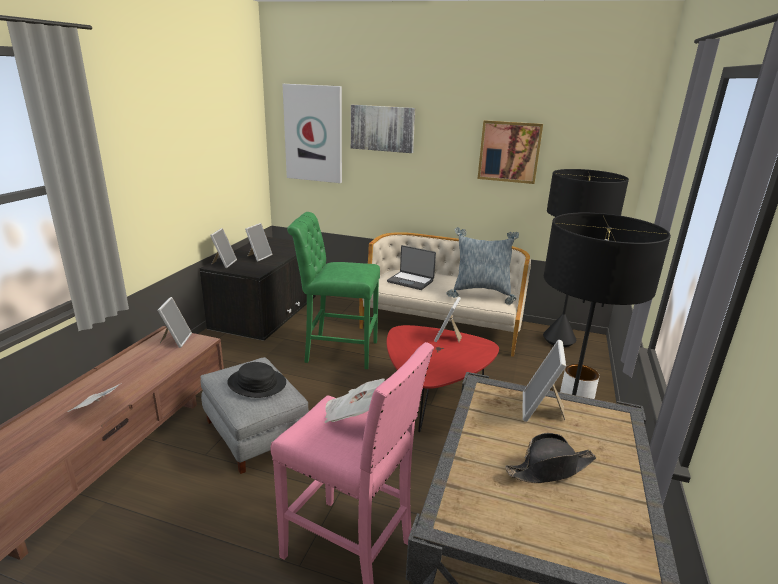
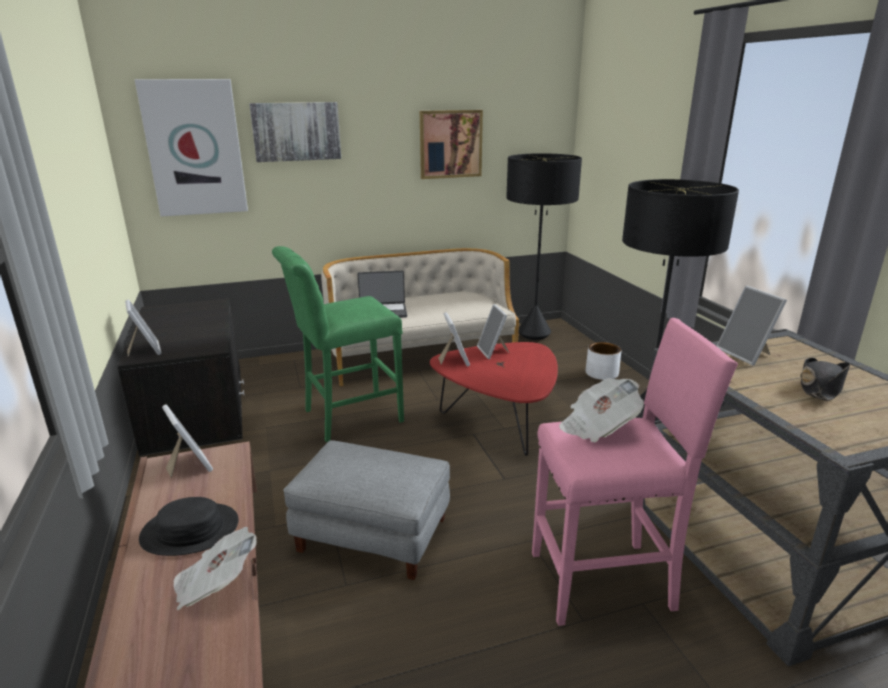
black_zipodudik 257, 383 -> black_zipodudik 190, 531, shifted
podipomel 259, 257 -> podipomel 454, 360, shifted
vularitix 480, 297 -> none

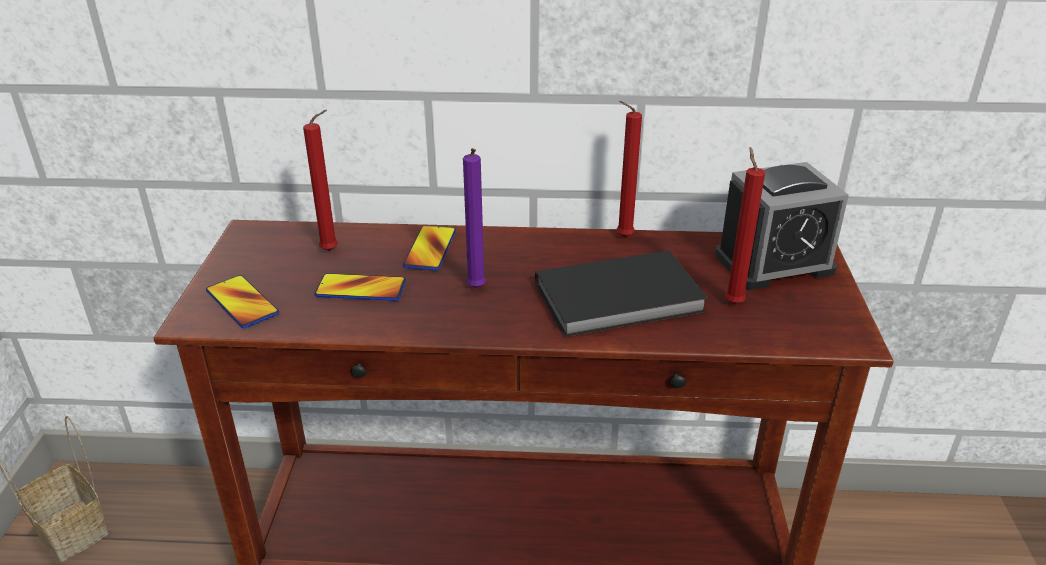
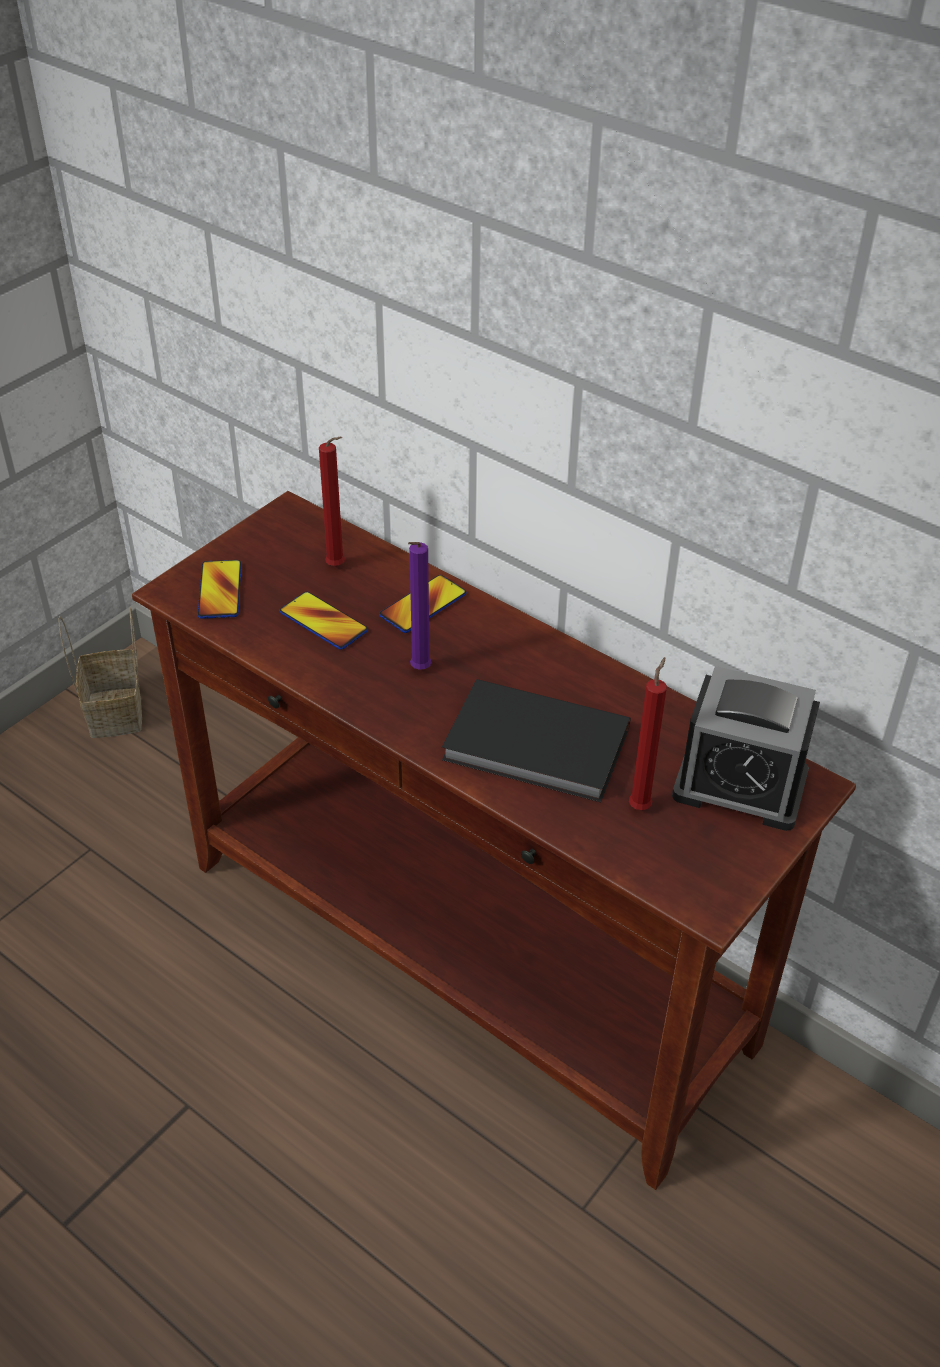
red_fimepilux 621, 237 -> none

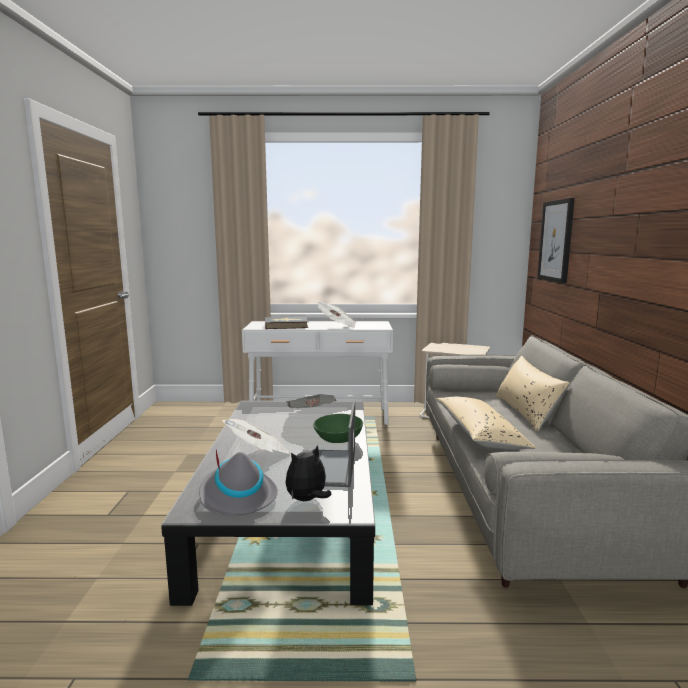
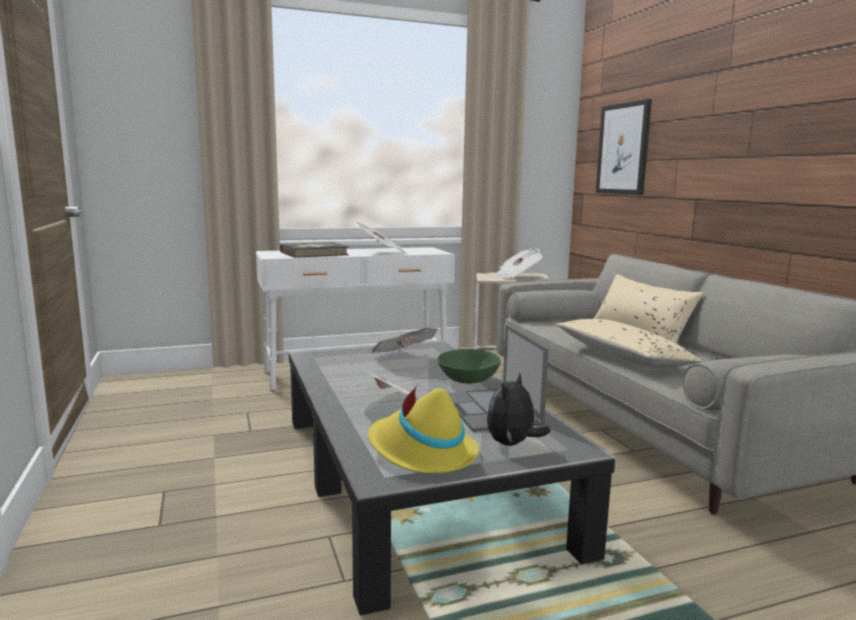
grey_zipodudik 237, 496 -> yellow_zipodudik 421, 452
none -> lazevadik 516, 276

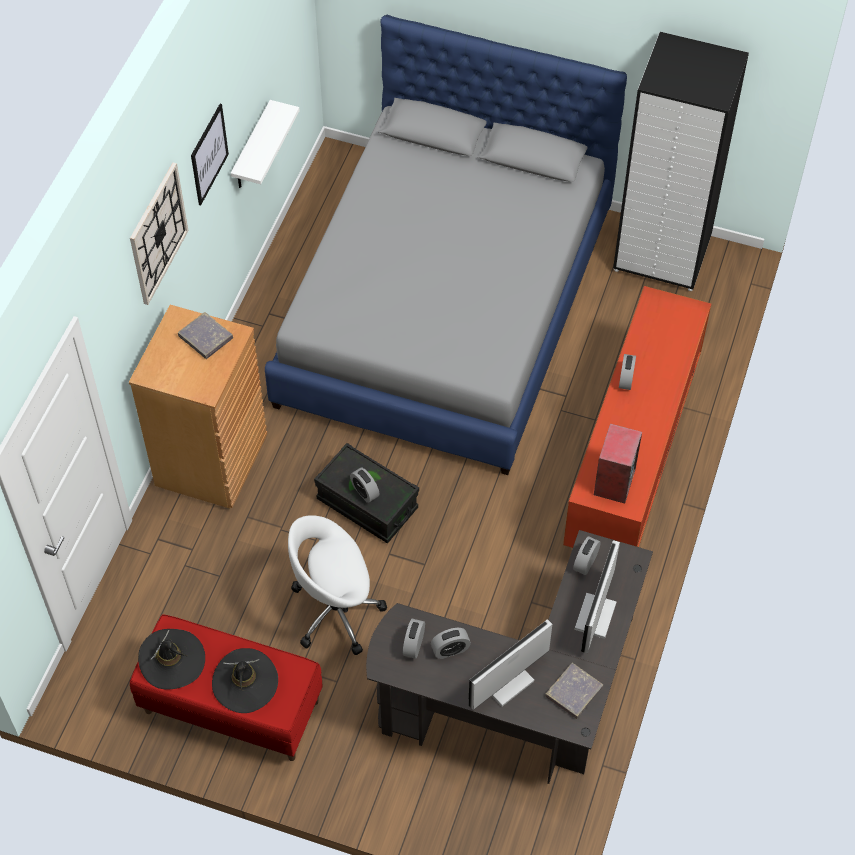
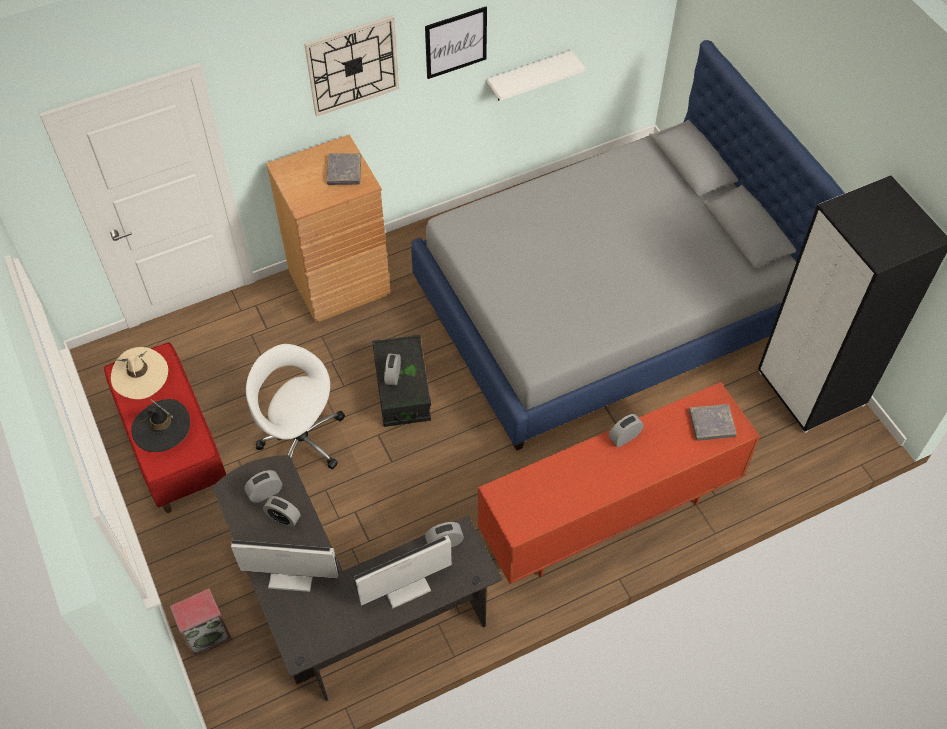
black_zipodudik 172, 660 -> beige_zipodudik 140, 375
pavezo 614, 481 -> pavezo 207, 634, shifted
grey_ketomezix 574, 692 -> grey_ketomezix 711, 424, shifted

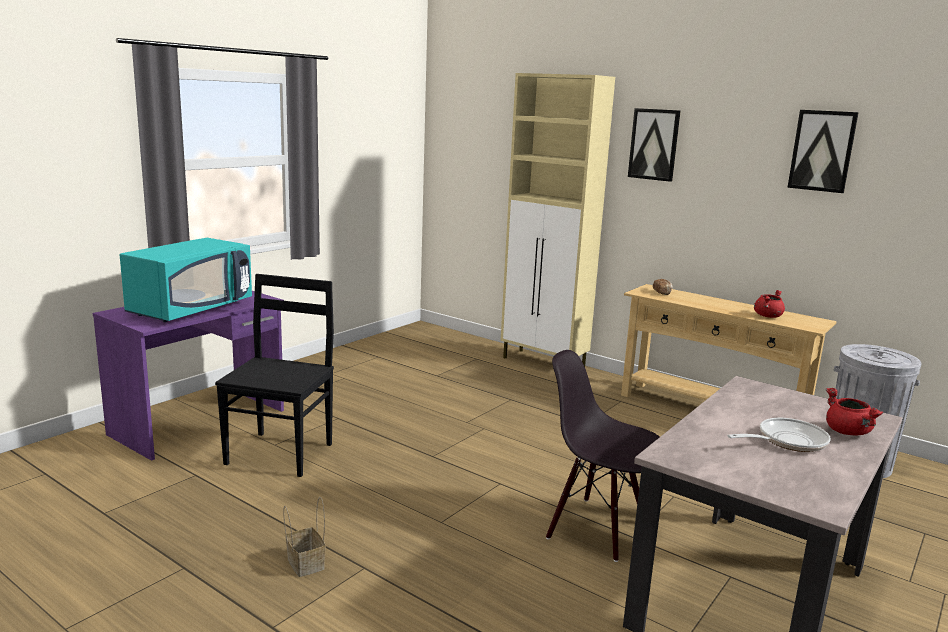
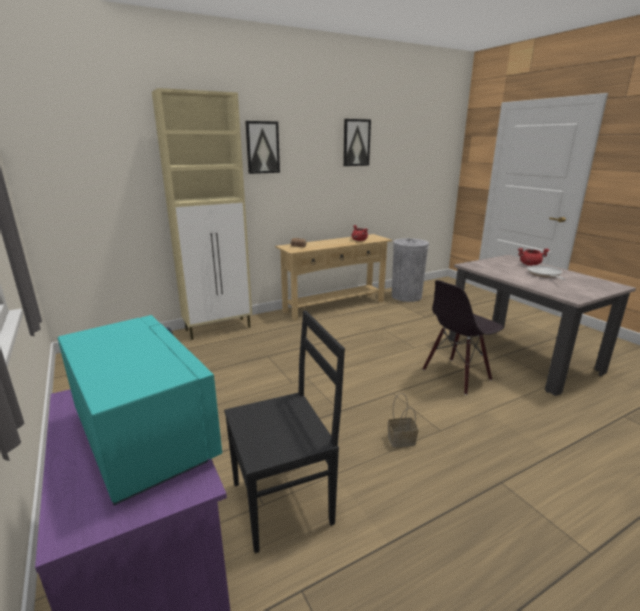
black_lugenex 281, 452 -> black_lugenex 285, 502, 120 degrees clockwise
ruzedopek 304, 563 -> ruzedopek 400, 440, shifted

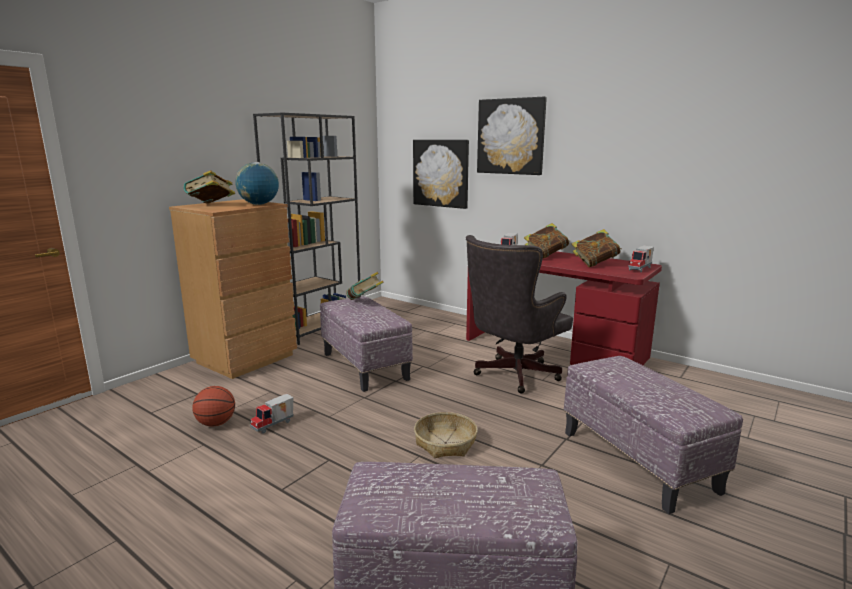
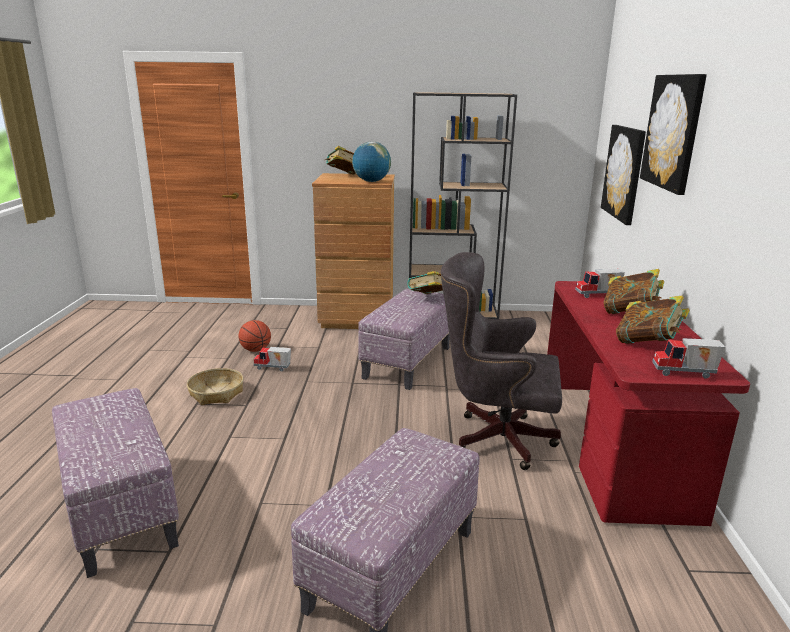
ruzedopek 445, 443 -> ruzedopek 216, 393, shifted

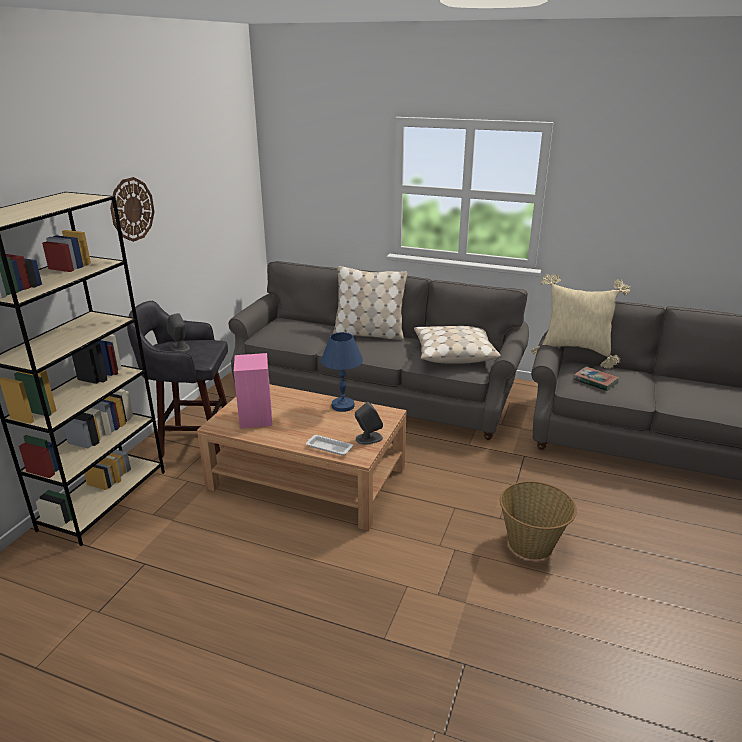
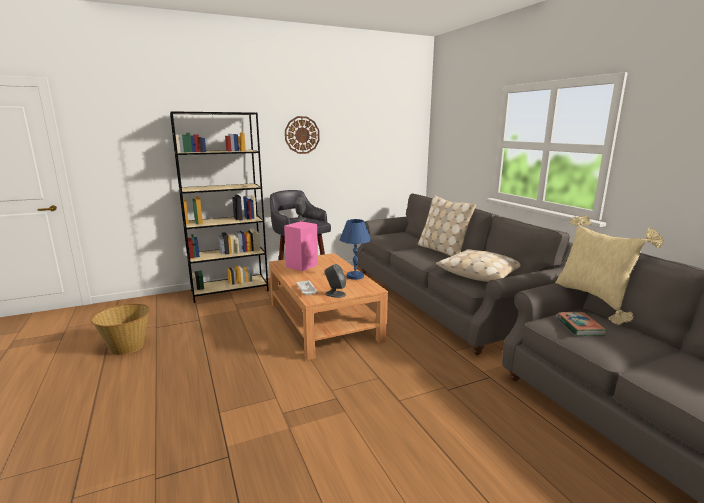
ruzedopek 531, 544 -> ruzedopek 127, 347, shifted

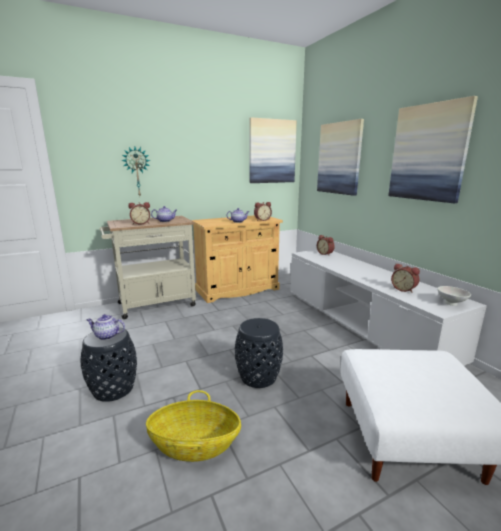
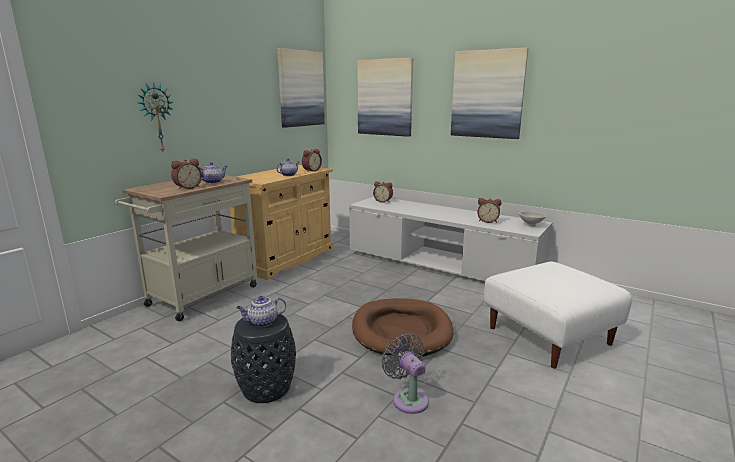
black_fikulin 258, 376 -> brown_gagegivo 401, 330
ruzedopek 195, 444 -> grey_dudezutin 408, 398

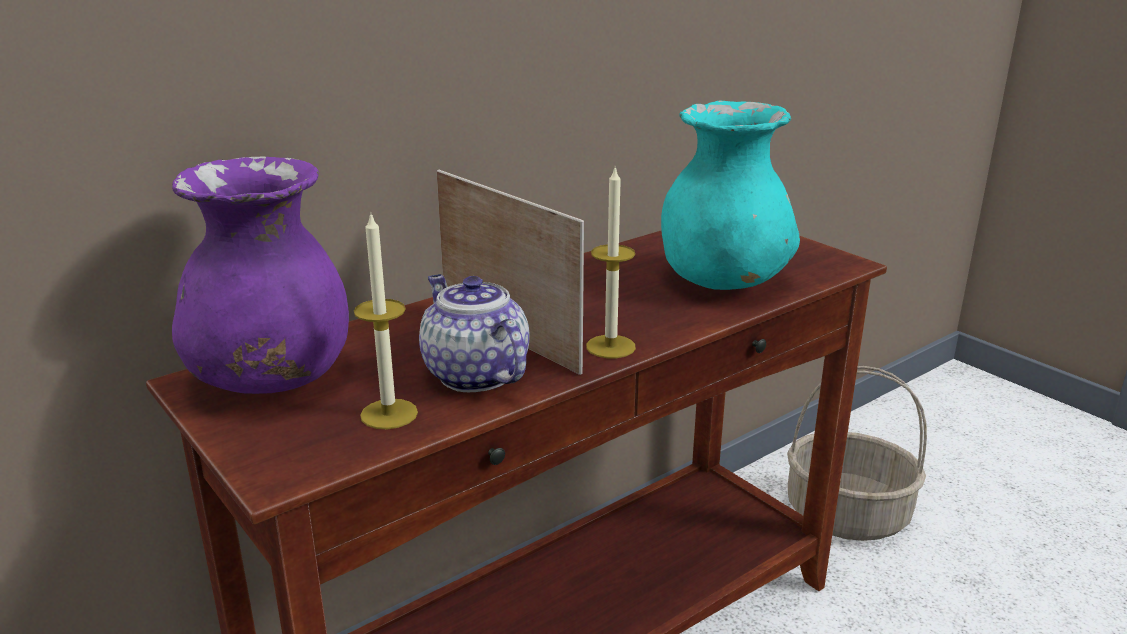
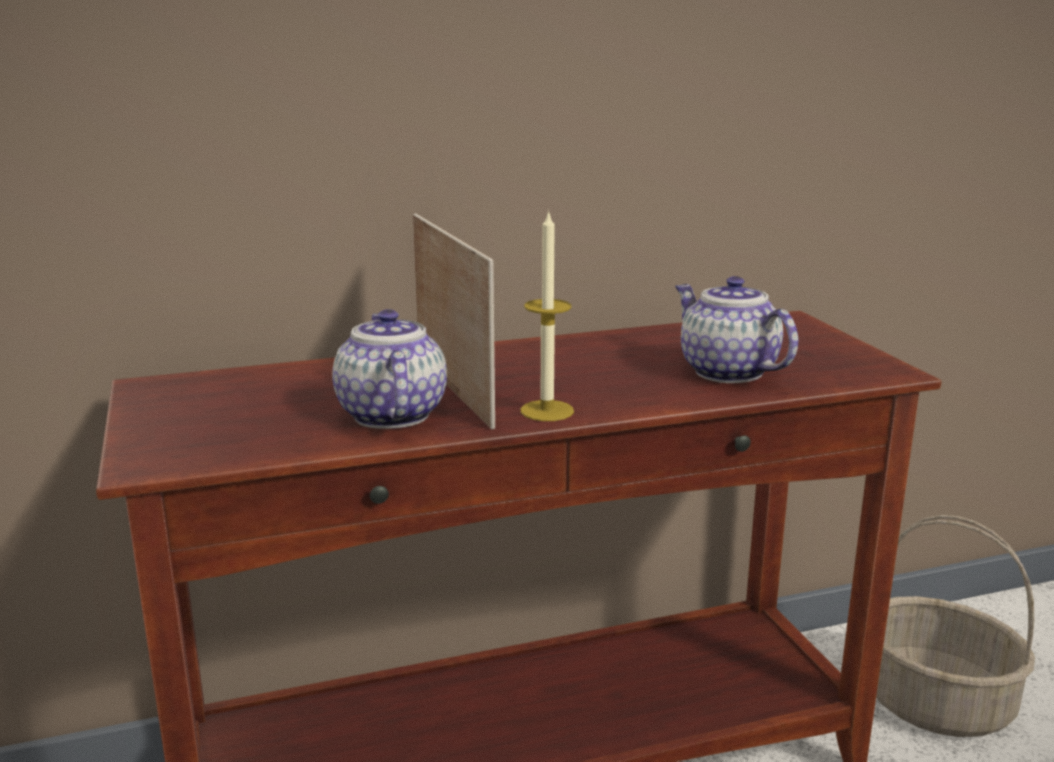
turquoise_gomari 722, 282 -> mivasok 725, 371
purple_gomari 272, 380 -> none
fimepilux 389, 414 -> none

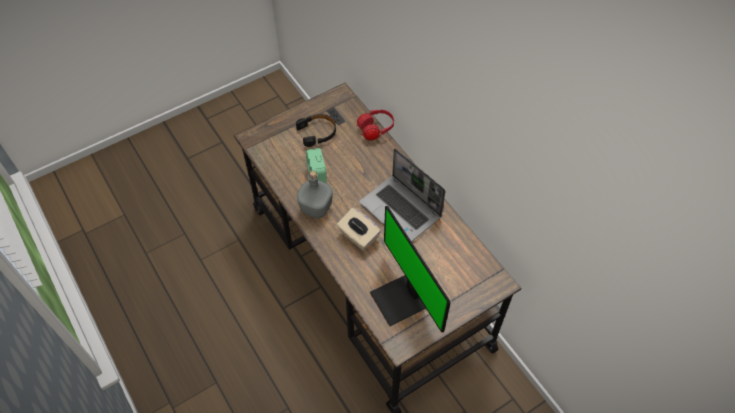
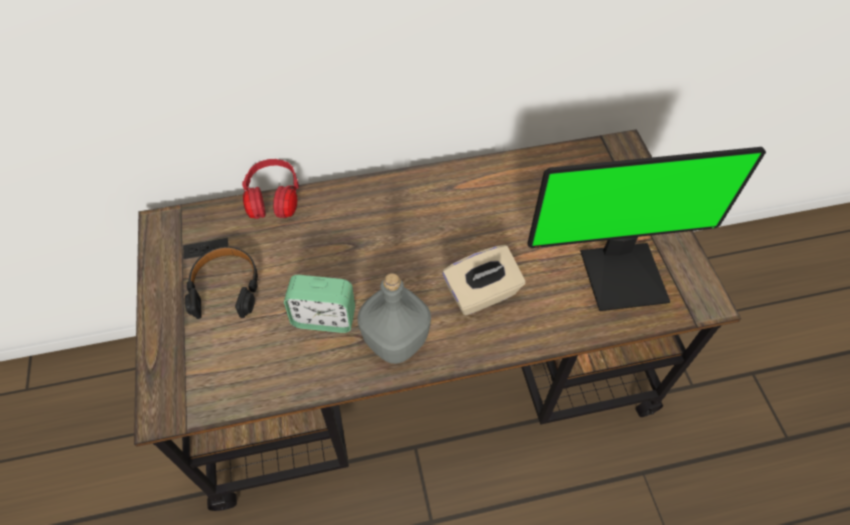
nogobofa 401, 210 -> none

